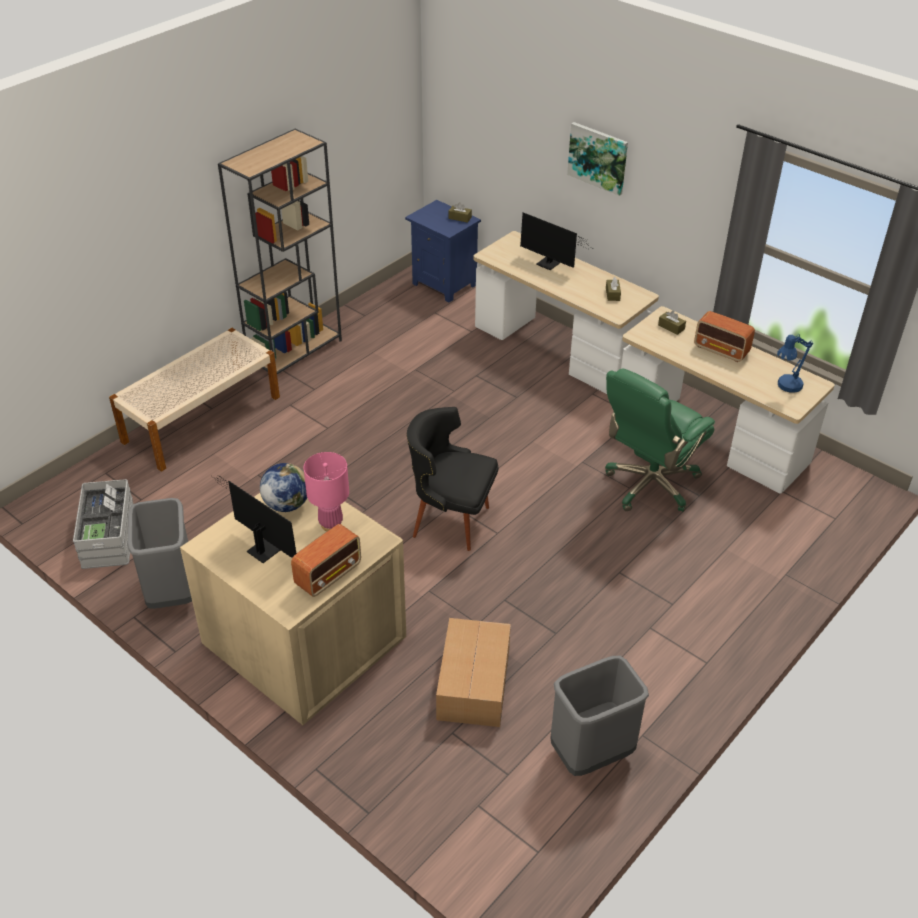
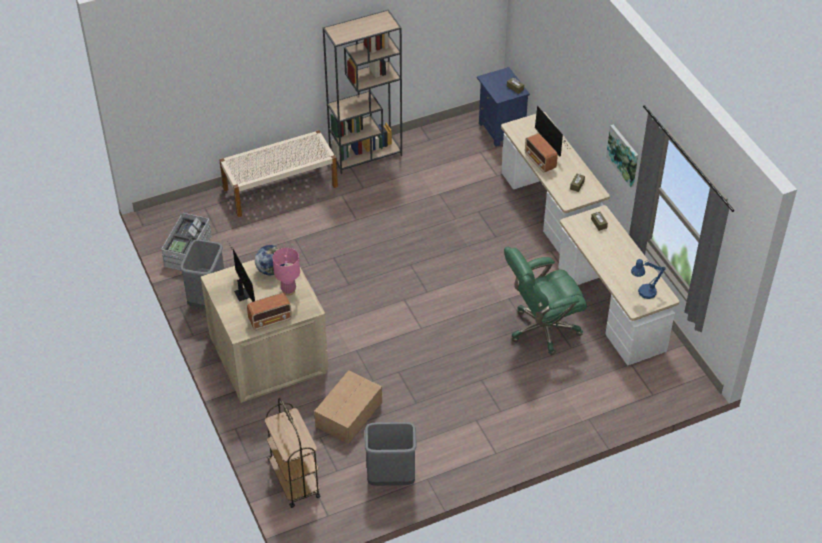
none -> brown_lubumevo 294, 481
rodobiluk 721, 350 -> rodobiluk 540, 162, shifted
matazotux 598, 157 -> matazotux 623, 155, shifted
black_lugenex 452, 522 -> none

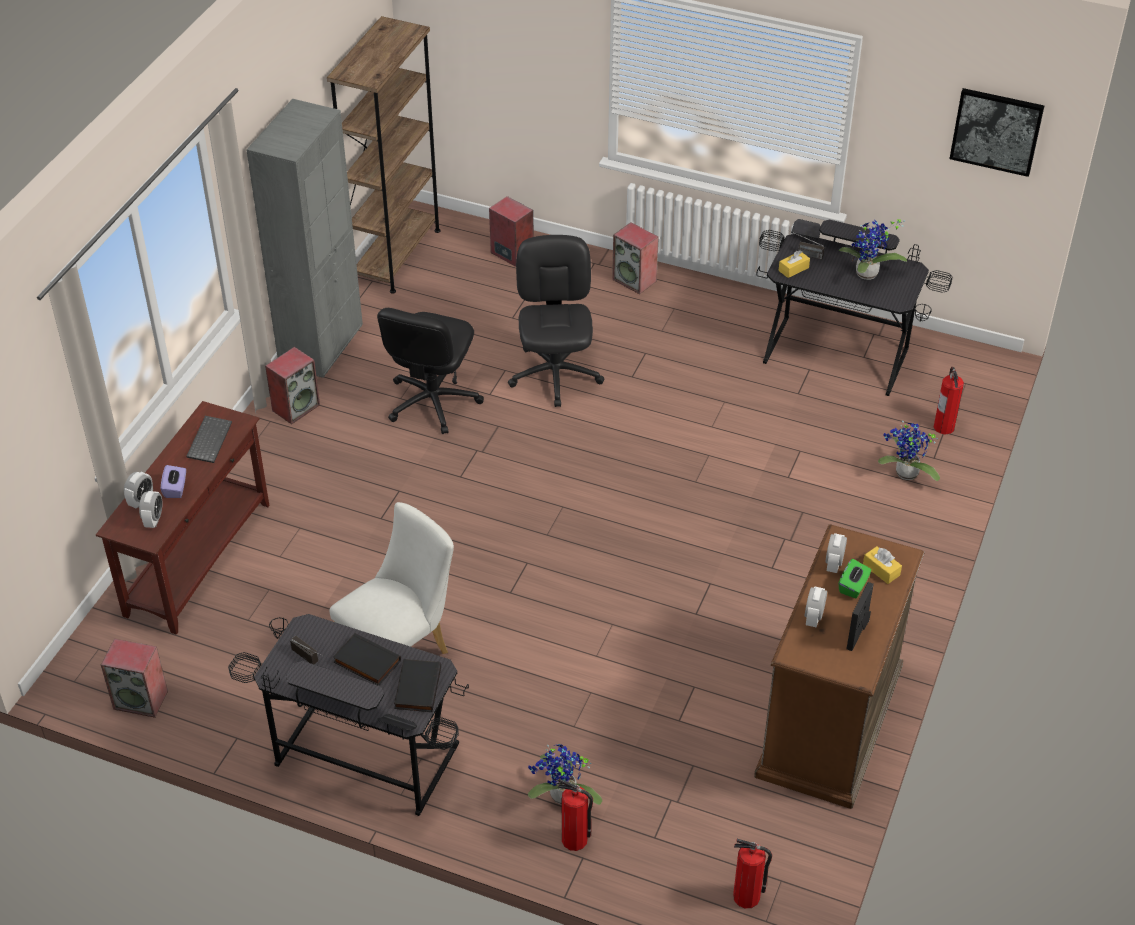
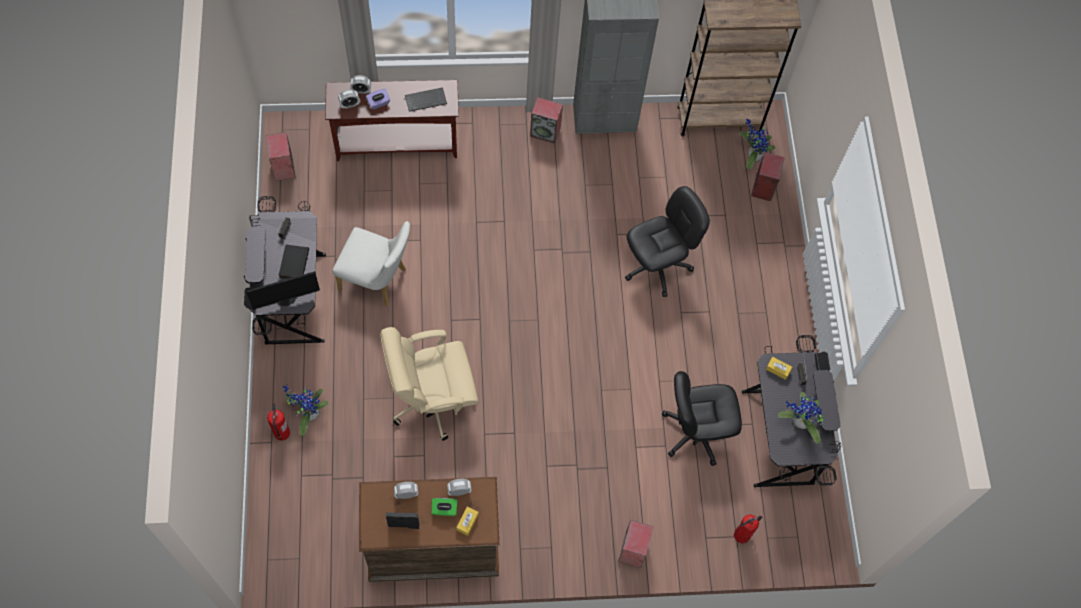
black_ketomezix 416, 687 -> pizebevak 286, 297
none -> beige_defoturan 433, 400
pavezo 635, 280 -> pavezo 633, 550, shifted
black_defoturan 432, 401 -> black_defoturan 696, 431, shifted
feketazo 904, 475 -> feketazo 752, 155, shifted
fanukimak 747, 897 -> none
matazotux 996, 131 -> none

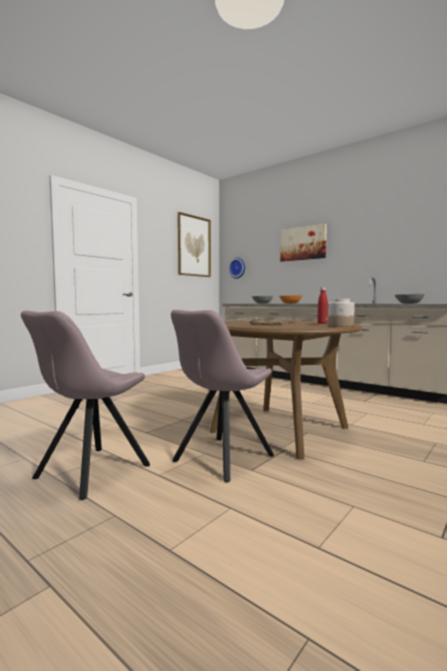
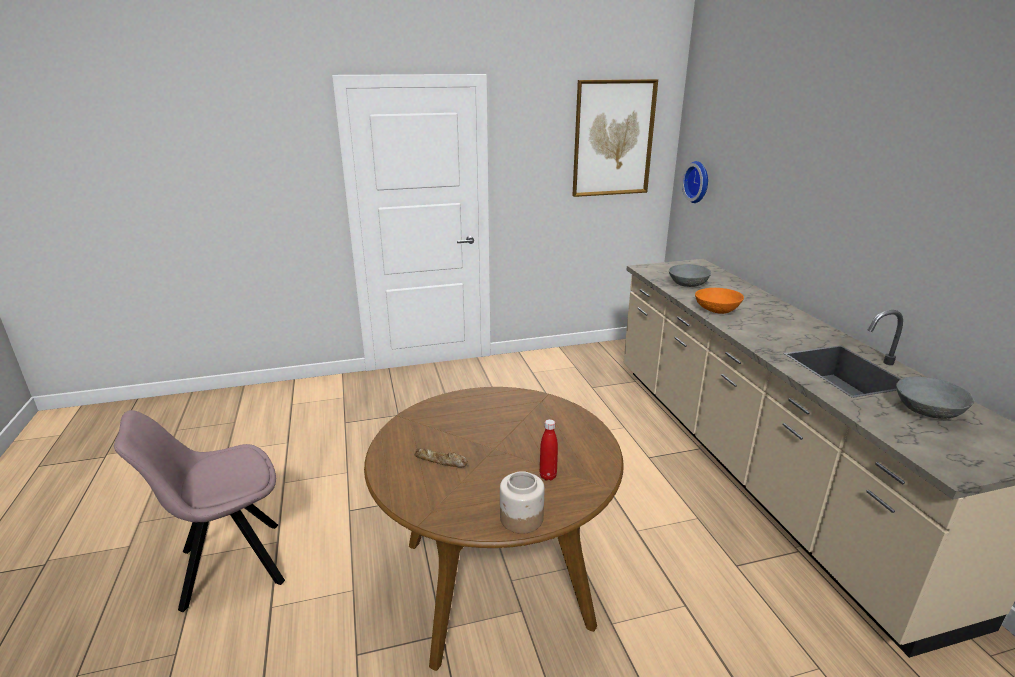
pink_lugenex 222, 458 -> none
matazotux 303, 243 -> none

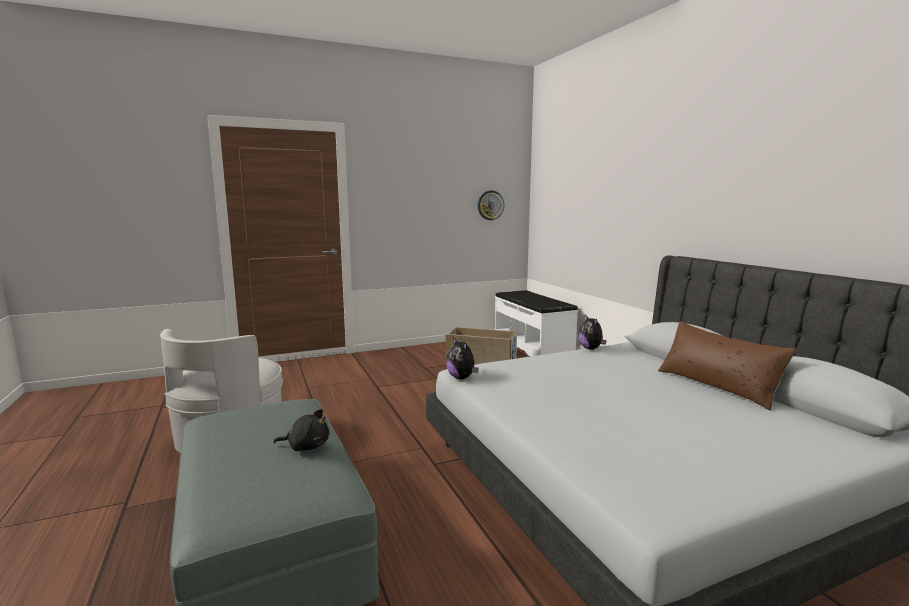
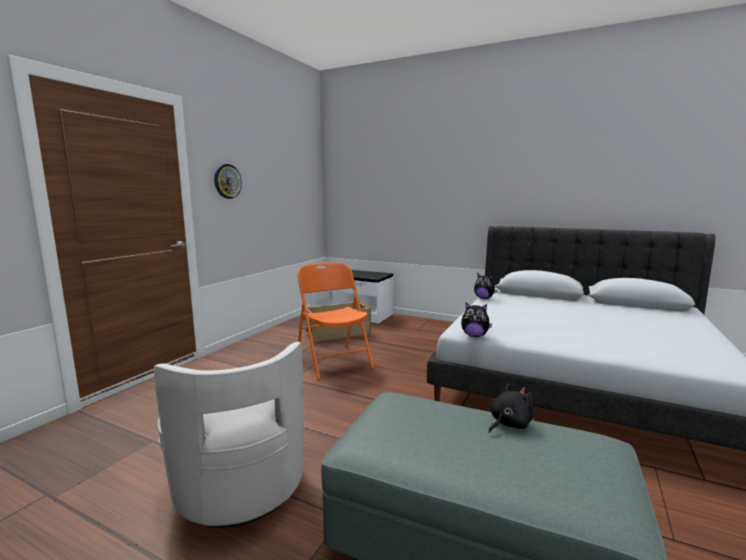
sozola 490, 205 -> sozola 227, 181, shifted
none -> orange_lugenex 334, 362
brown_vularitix 717, 386 -> none

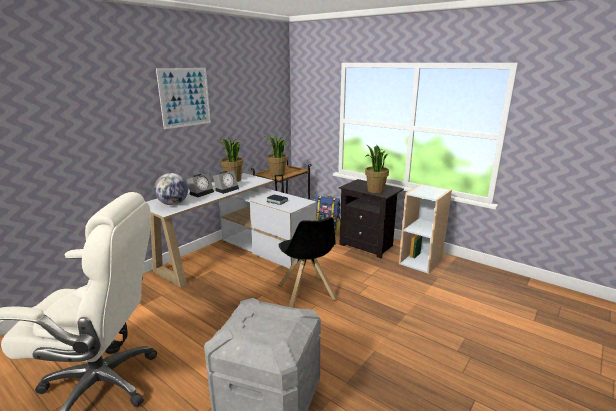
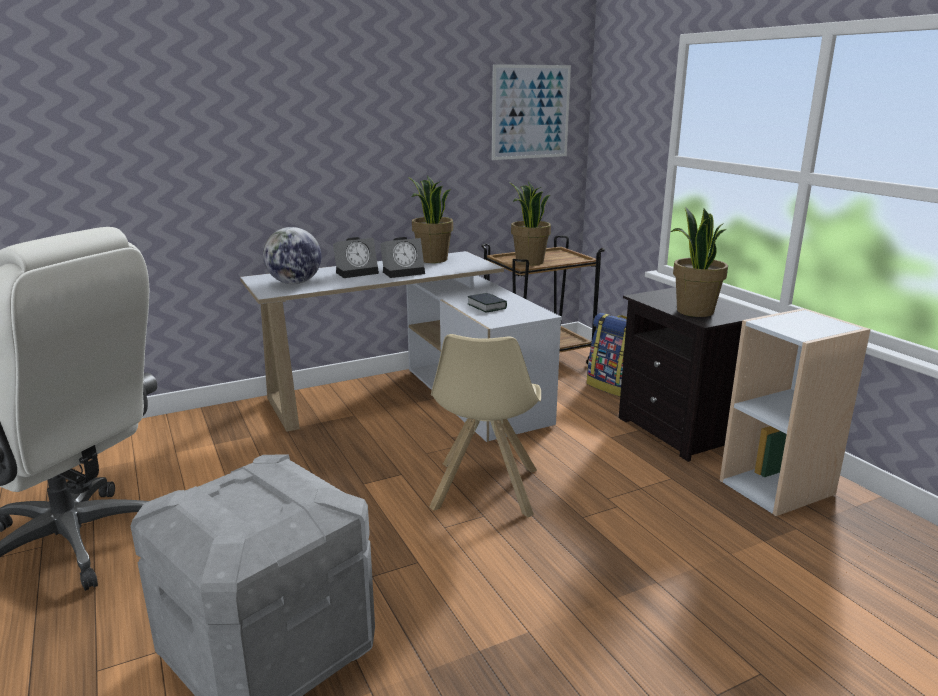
black_lugenex 307, 293 -> beige_lugenex 484, 490
matazotux 185, 97 -> matazotux 530, 112, shifted

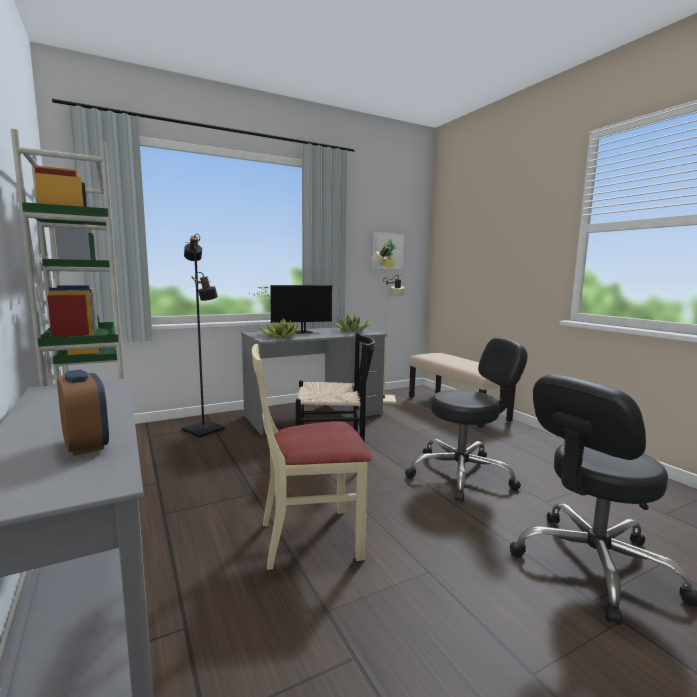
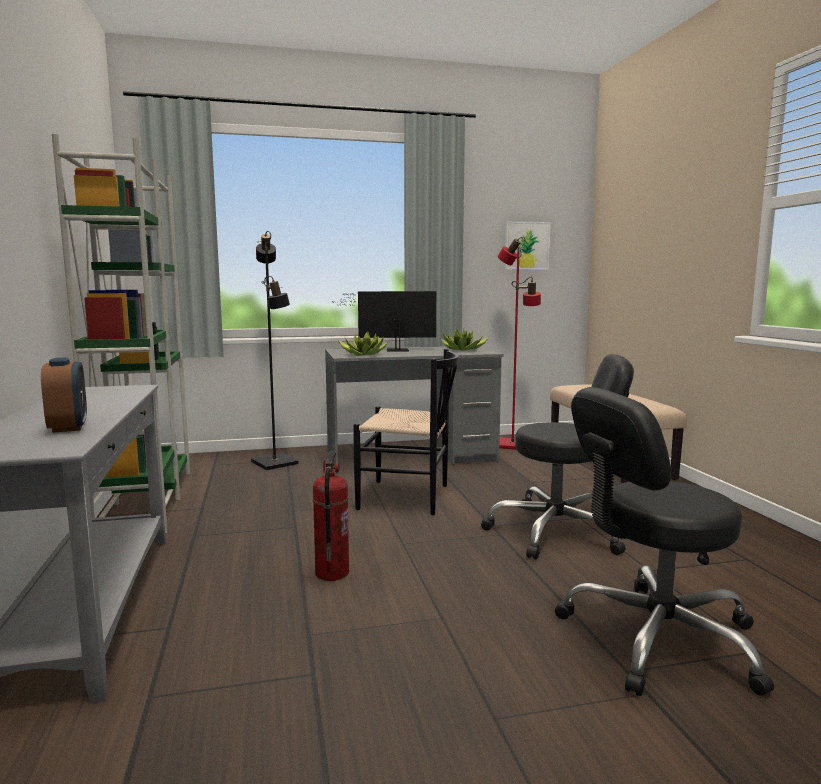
beige_lugenex 310, 538 -> fanukimak 331, 573
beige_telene 383, 400 -> red_telene 512, 445

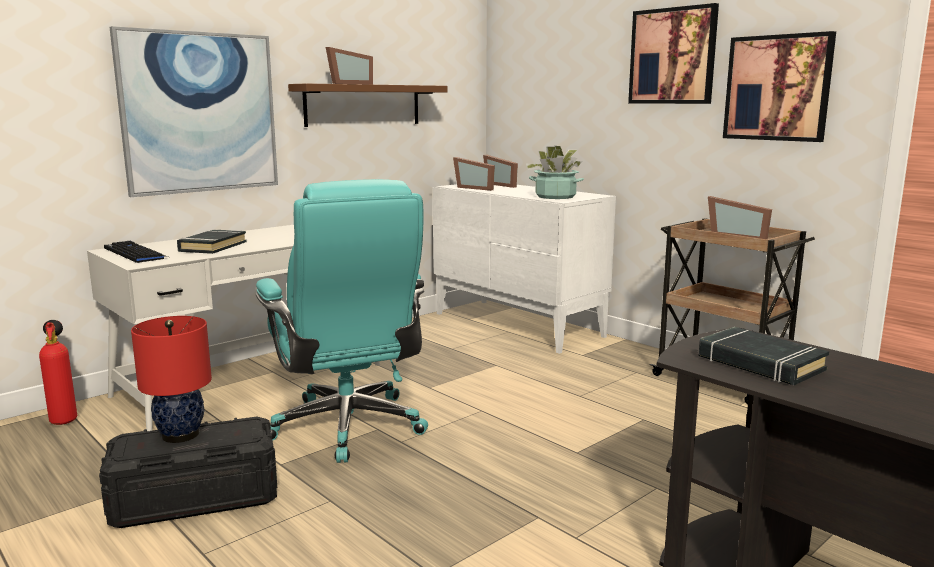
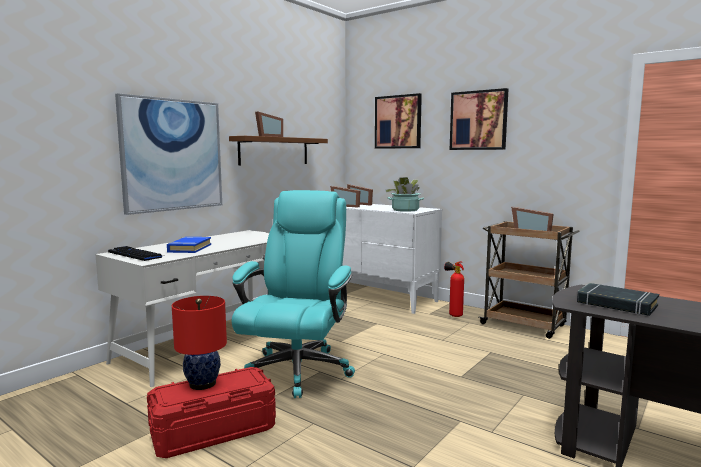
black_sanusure 195, 498 -> red_sanusure 213, 431
black_ketomezix 212, 247 -> blue_ketomezix 189, 248
turquoise_defoturan 347, 425 -> turquoise_defoturan 297, 371, 135 degrees counterclockwise
matazotux 777, 88 -> matazotux 398, 122, shifted
fanukimak 64, 420 -> fanukimak 453, 315, shifted

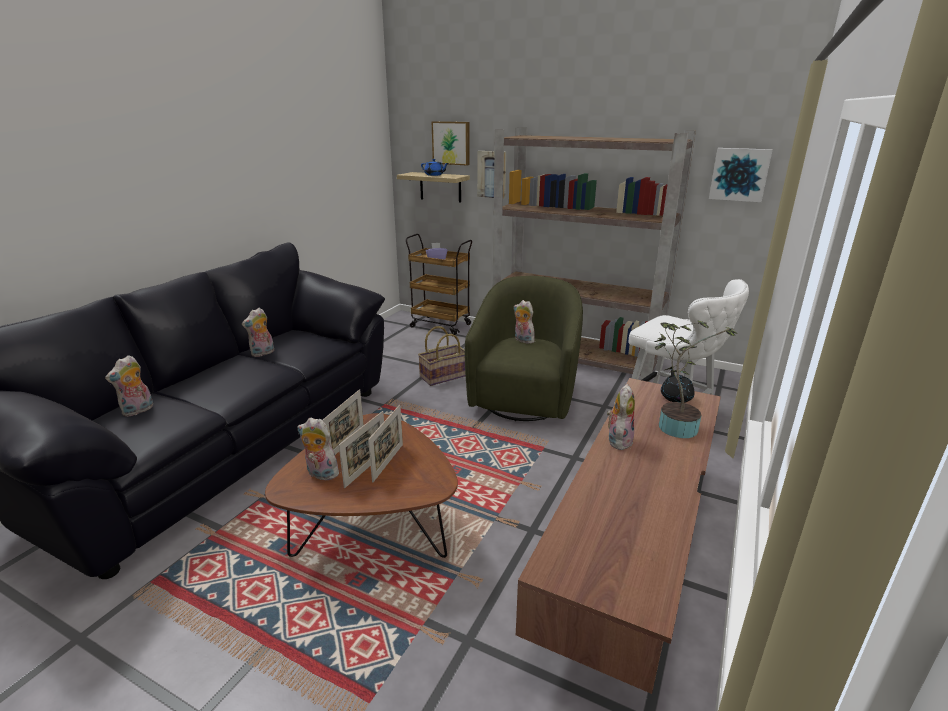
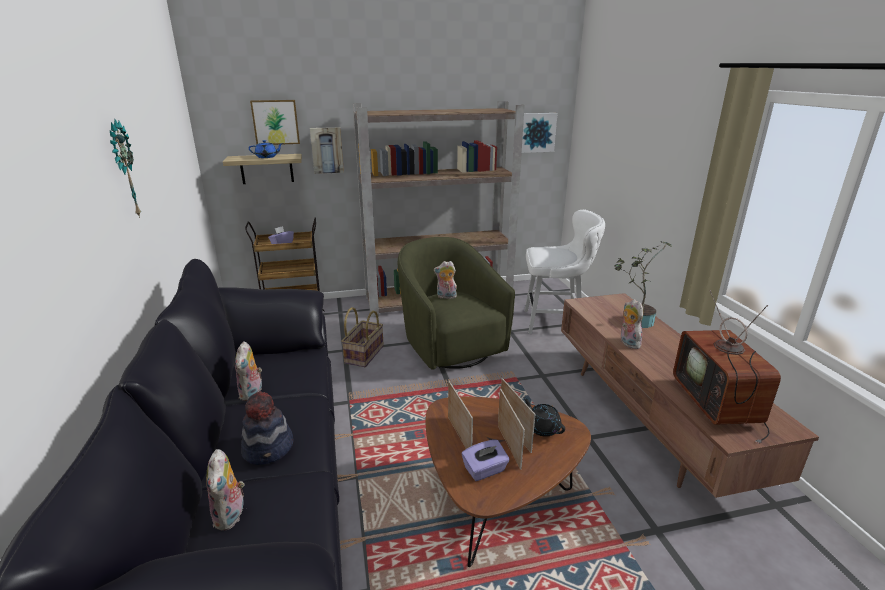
none -> sozola 122, 170
none -> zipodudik 269, 449
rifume 320, 474 -> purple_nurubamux 485, 470
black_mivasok 676, 397 -> black_mivasok 542, 428, shifted
none -> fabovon 719, 404

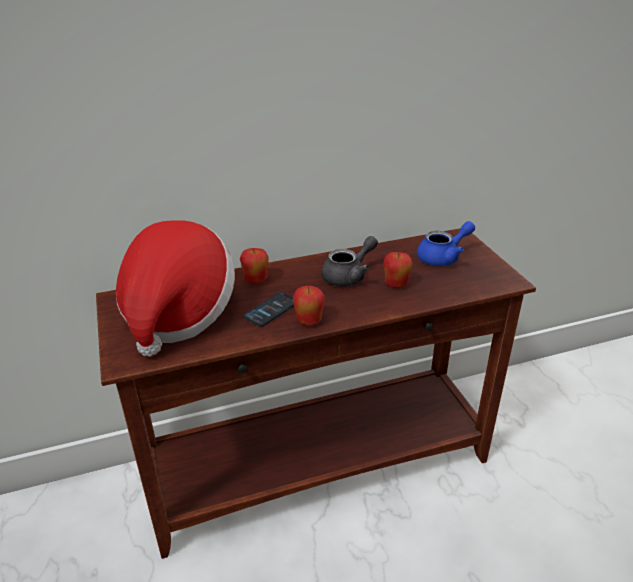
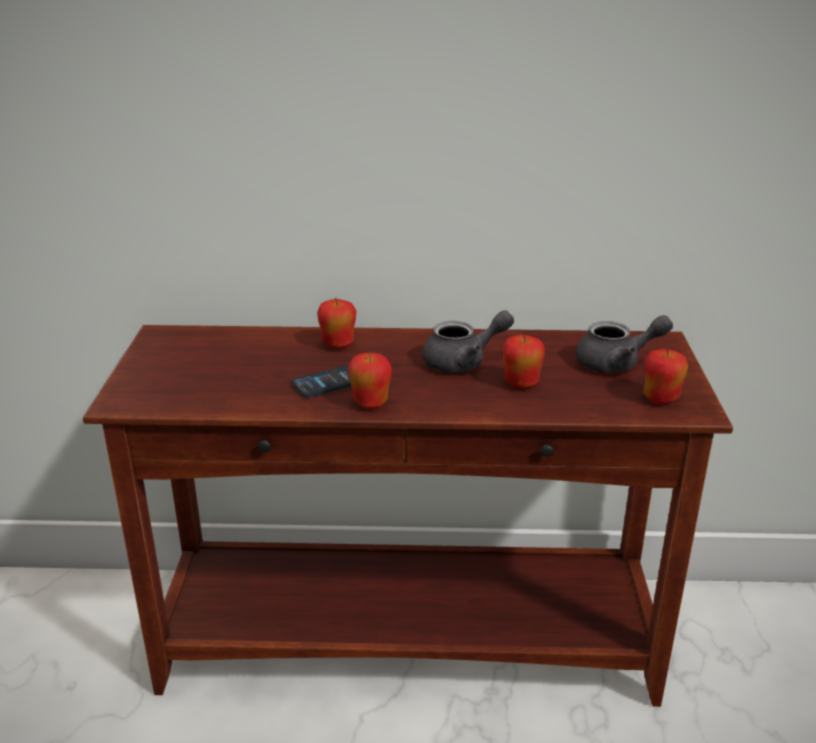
blue_mivasok 443, 257 -> grey_mivasok 617, 363
none -> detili 660, 399
zipodudik 178, 313 -> none

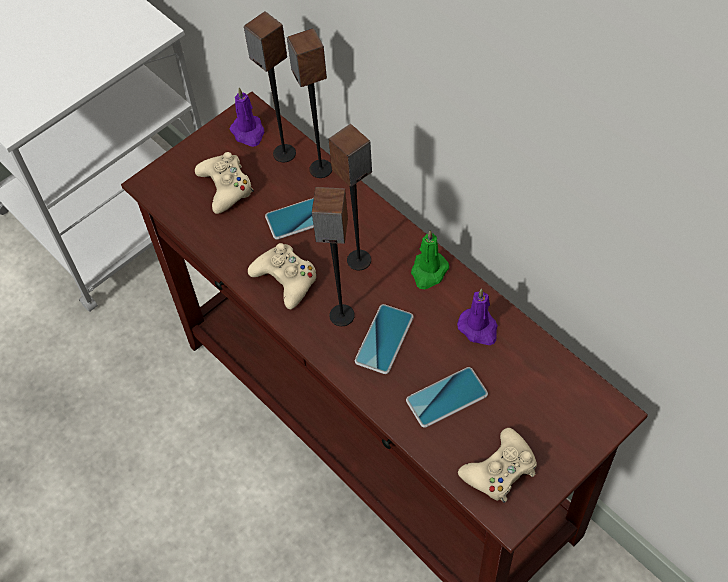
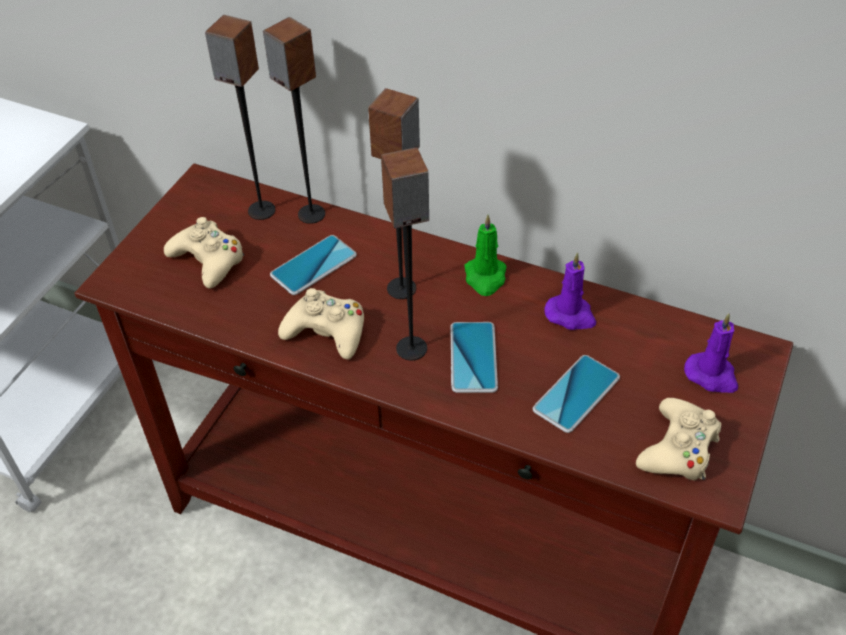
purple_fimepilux 248, 132 -> purple_fimepilux 712, 375, shifted

